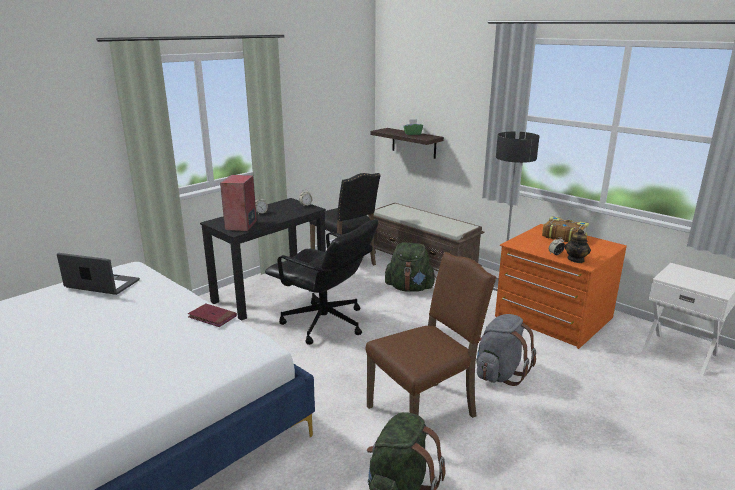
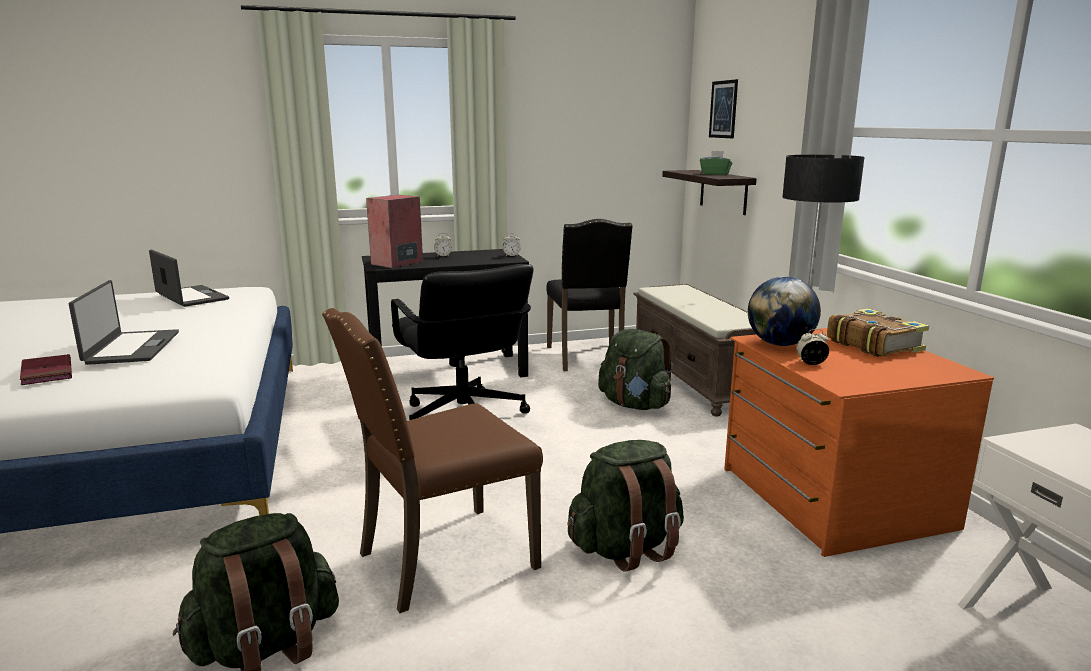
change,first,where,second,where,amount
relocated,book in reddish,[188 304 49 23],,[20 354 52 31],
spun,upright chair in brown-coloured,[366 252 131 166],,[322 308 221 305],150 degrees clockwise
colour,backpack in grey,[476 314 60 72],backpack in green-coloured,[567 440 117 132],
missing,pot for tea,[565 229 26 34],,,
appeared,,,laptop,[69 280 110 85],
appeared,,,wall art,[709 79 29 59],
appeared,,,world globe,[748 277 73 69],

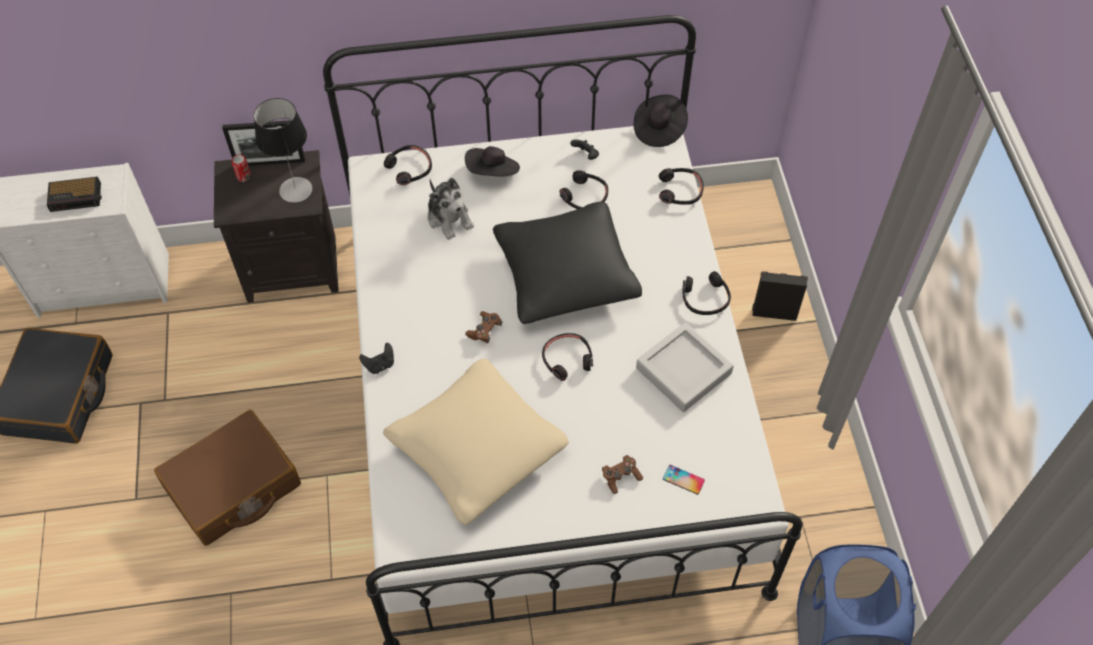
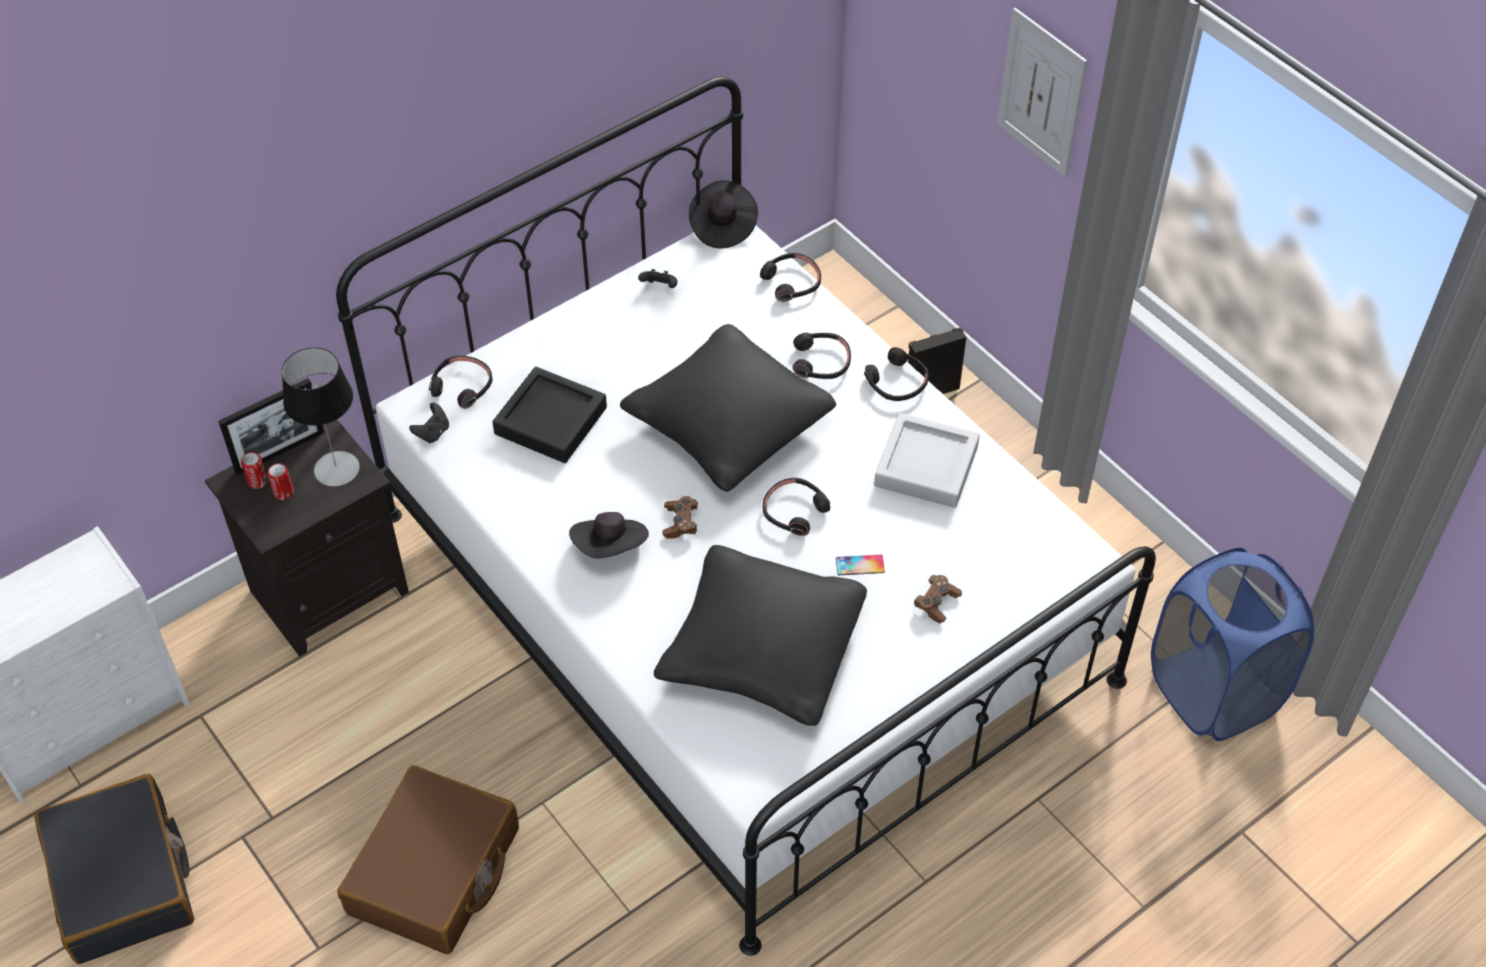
change,first,where,second,where,amount
missing,table clock,[47 177 55 35],,,
relocated,game controller in black-coloured,[359 343 35 31],,[409 403 40 40],
colour,pillow in beige,[383 359 186 166],pillow in black-coloured,[654 545 213 181],
exchanged,cuddly toy,[428 178 46 62],tray in black-coloured,[493 367 114 96],
relocated,wearable hat in black-coloured,[465 146 55 31],,[569 512 80 46],
relocated,pair of headphones in black-coloured,[560 171 48 38],,[793 333 58 46],
relocated,handset,[663 465 42 30],,[836 555 49 20],
appeared,,,metal can,[268 463 26 37],
appeared,,,wall art,[997 8 90 169],

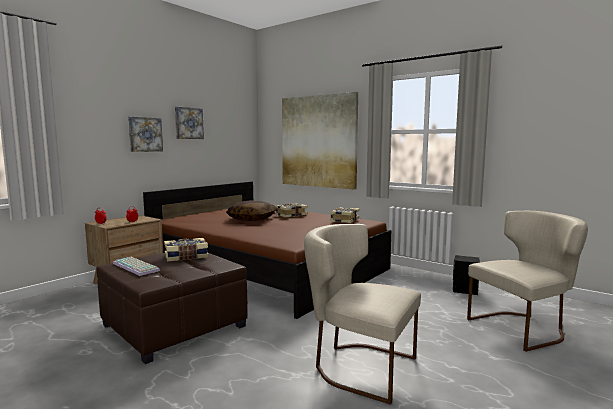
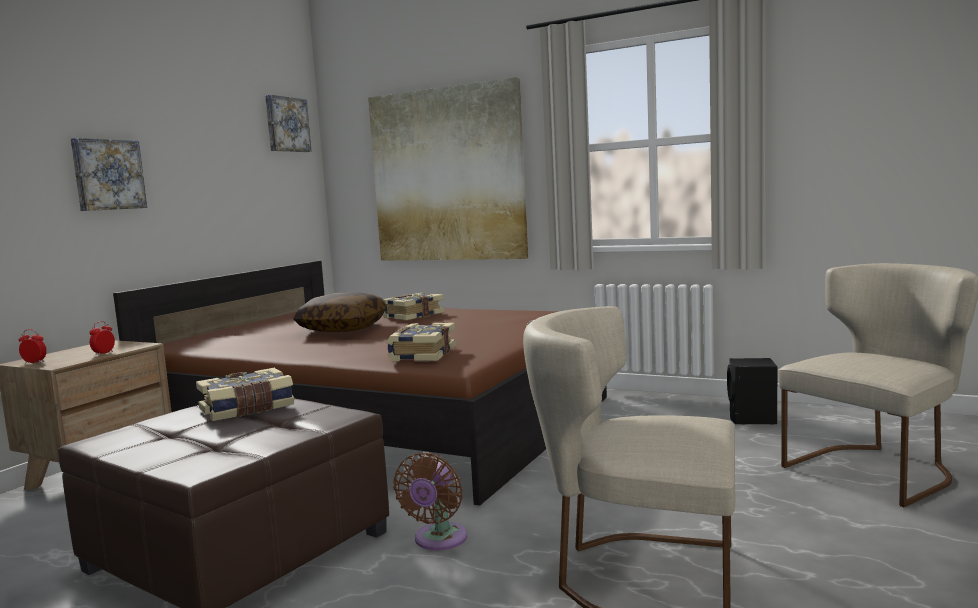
change,first,where,second,where,amount
missing,PC keyboard,[113 257 47 19],,,
relocated,wall art,[175 107 29 32],,[265 95 47 57],
relocated,book,[331 207 28 16],,[387 323 69 38],
appeared,,,fan in brown-coloured,[393 452 74 98],

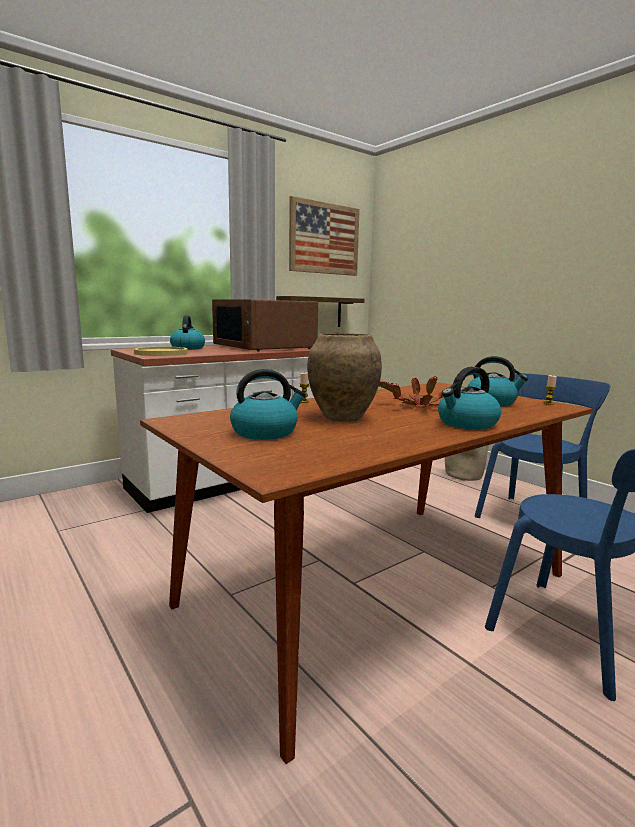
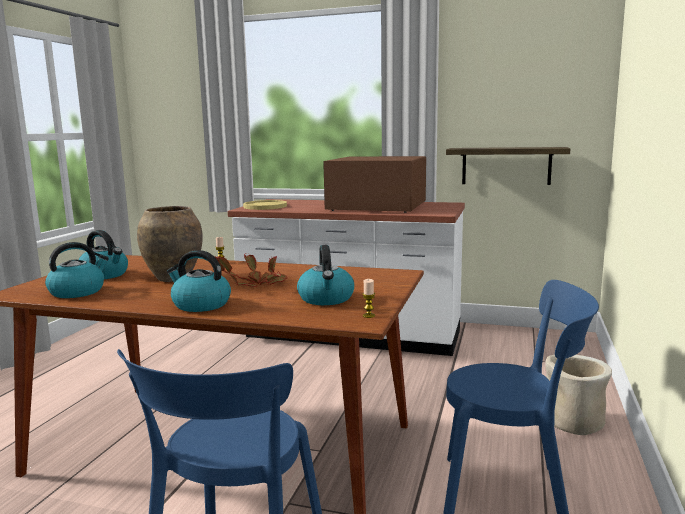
change,first,where,second,where,amount
relocated,kettle,[170 315 35 35],,[45 242 64 56],
spun,kitchen microwave in brown-coloured,[212 300 106 51],,[323 156 103 57],90 degrees clockwise
missing,wall art,[289 196 71 80],,,

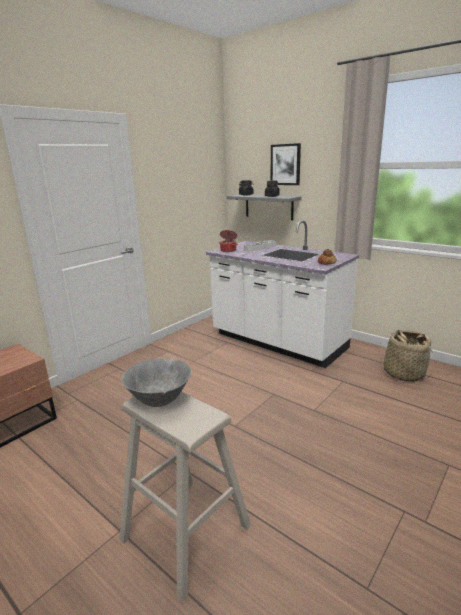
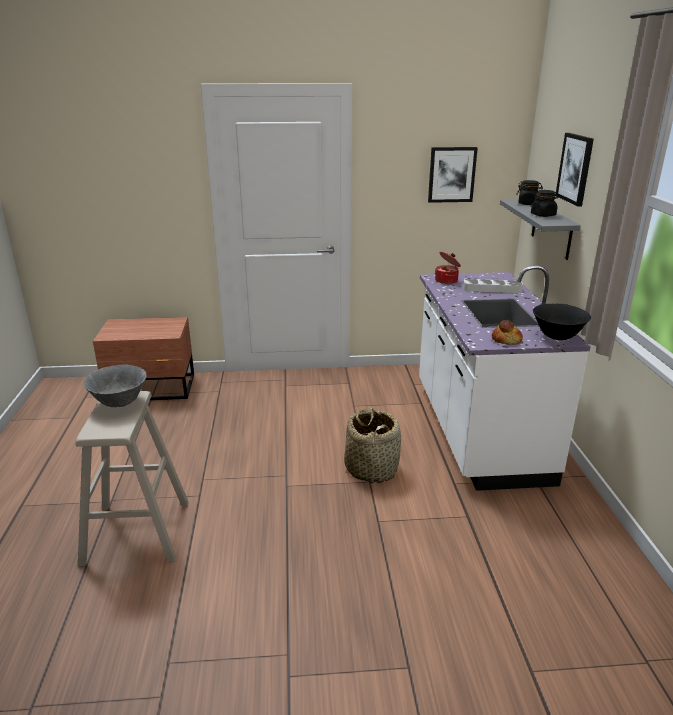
change,first,where,second,where,amount
relocated,basket,[379 330 53 52],,[344 408 57 76],
appeared,,,wall art,[428 147 50 56],
appeared,,,serving bowl in black-coloured,[533 304 58 36],

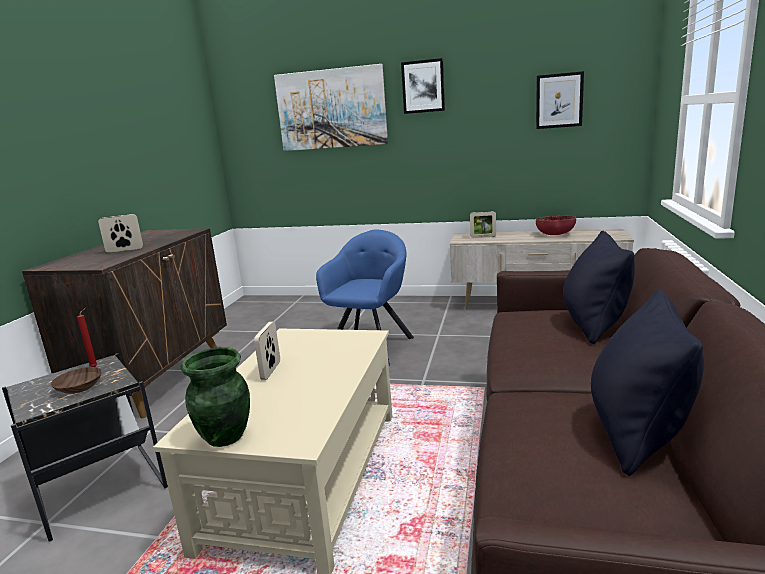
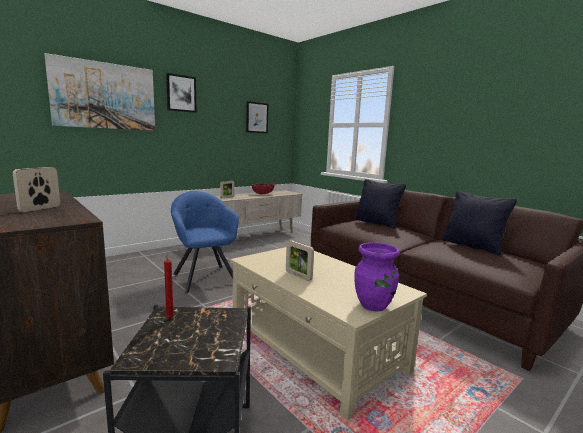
change,first,where,second,where,amount
missing,serving bowl in brown-coloured,[51 367 51 27],,,
colour,flower vase in green-coloured,[181 347 69 100],flower vase in purplish,[354 242 46 70],

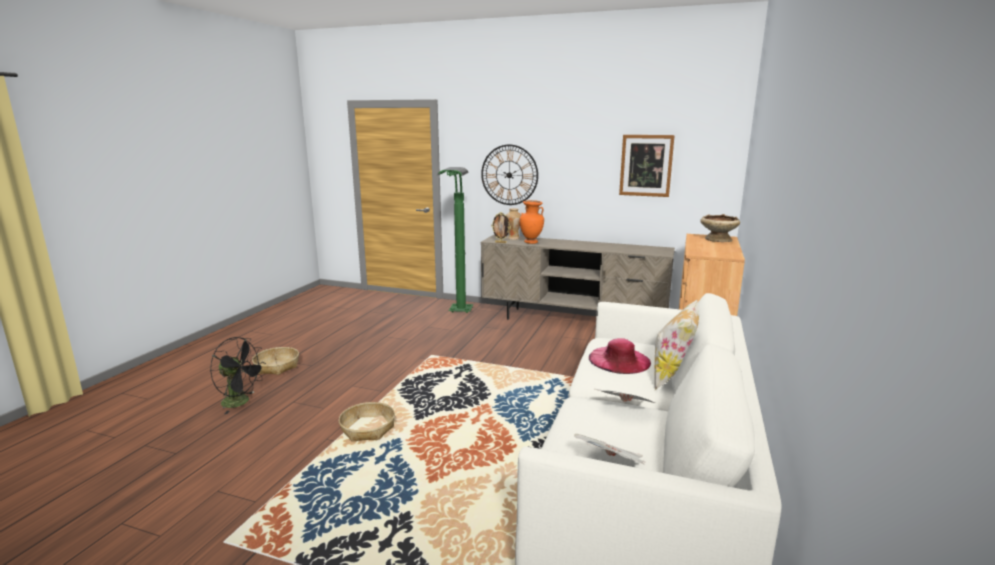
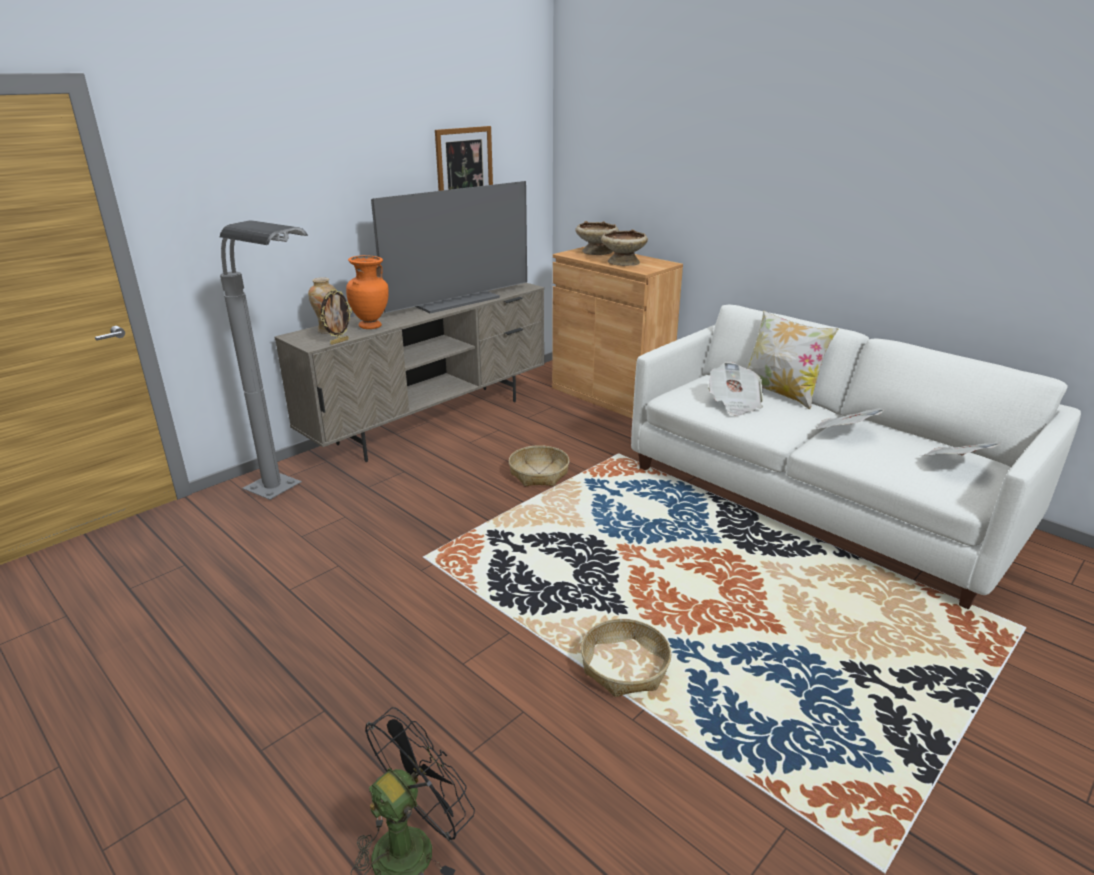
change,first,where,second,where,amount
relocated,basket,[252 347 47 28],,[509 445 61 41],
colour,floor lamp in green-coloured,[437 167 37 146],floor lamp in grey,[220 220 88 280],
missing,hanging clock,[481 144 57 61],,,
exchanged,wearable hat in pink,[589 338 62 36],printed paper,[708 362 55 54],
appeared,,,TV set,[371 181 156 132],
appeared,,,serving bowl in beige,[601 229 47 37],

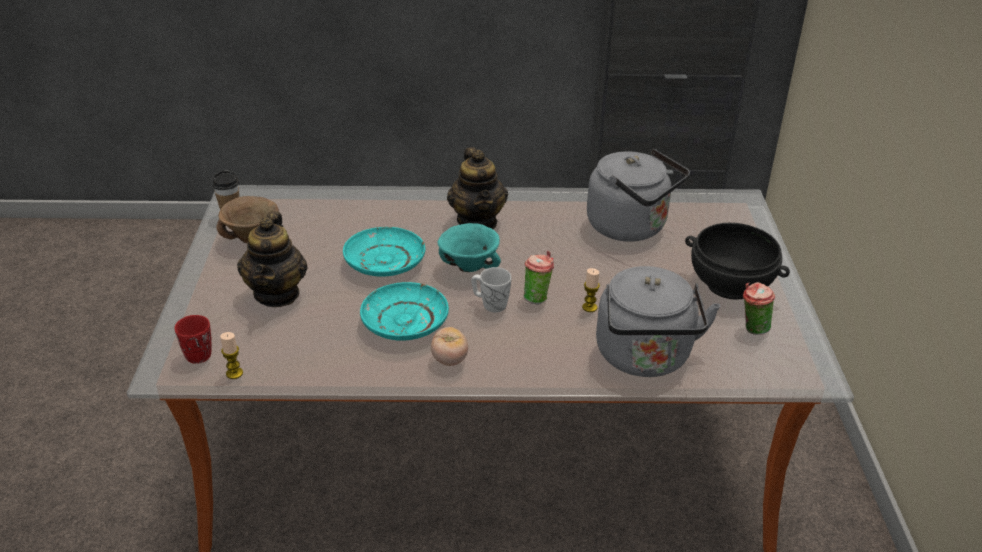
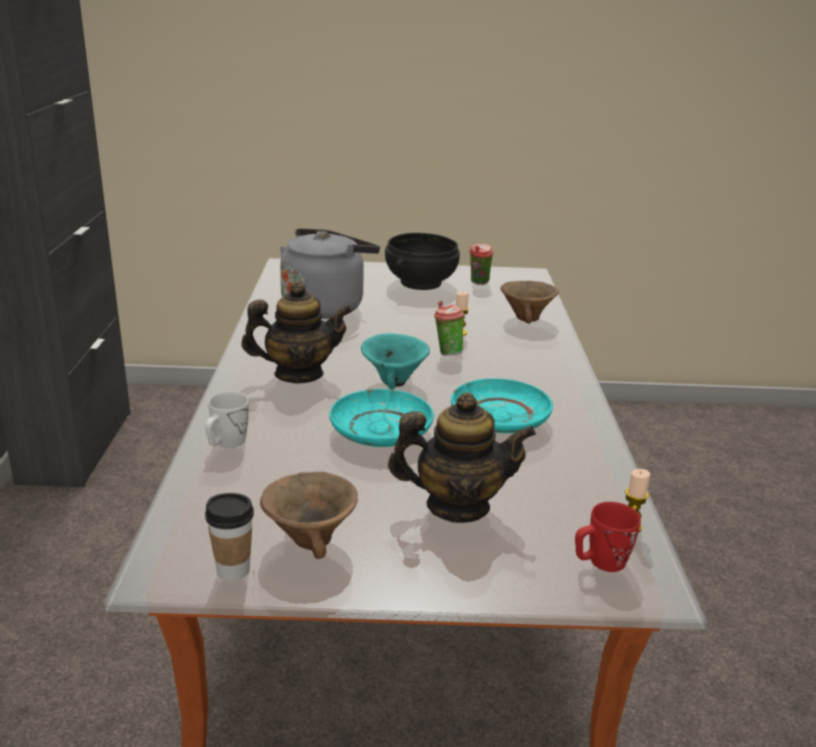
change,first,where,second,where,amount
missing,whole tomato,[431 327 37 39],,,
relocated,tea mug in white,[471 267 41 45],,[205 392 44 56],
exchanged,kettle in grey,[596 266 124 111],serving bowl in brown-coloured,[500 281 59 43],

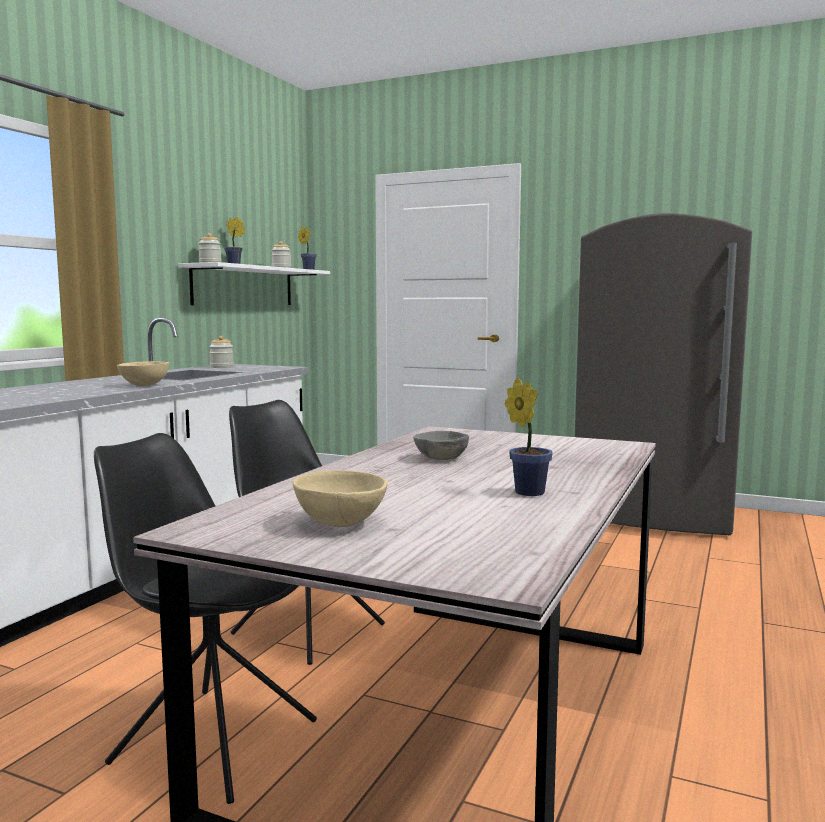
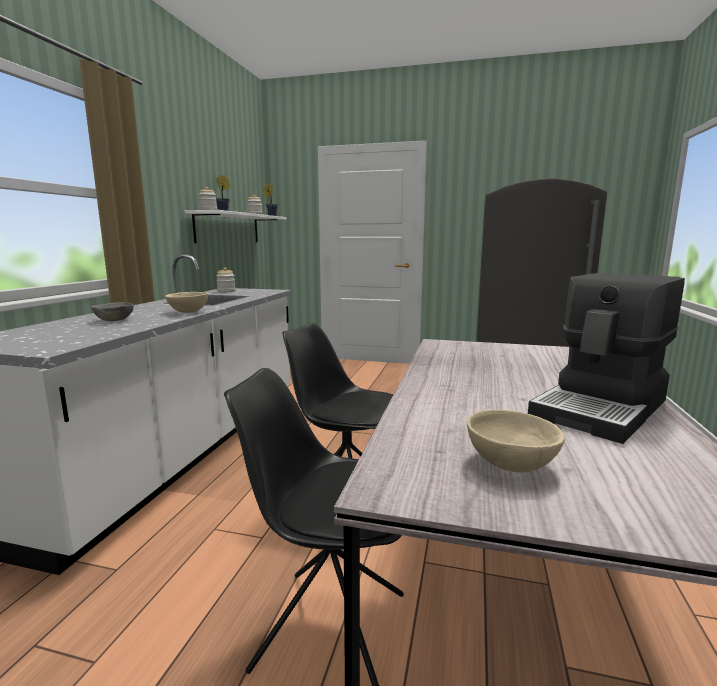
change,first,where,second,where,amount
relocated,serving bowl in grey,[413 431 56 29],,[91 302 43 19],
exchanged,potted plant,[505 378 48 118],coffee brewer,[528 273 157 171],

